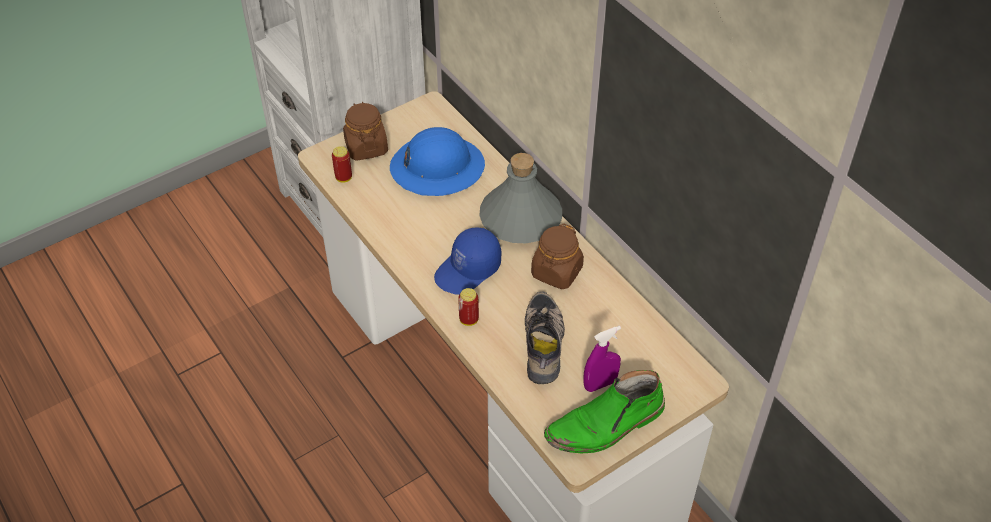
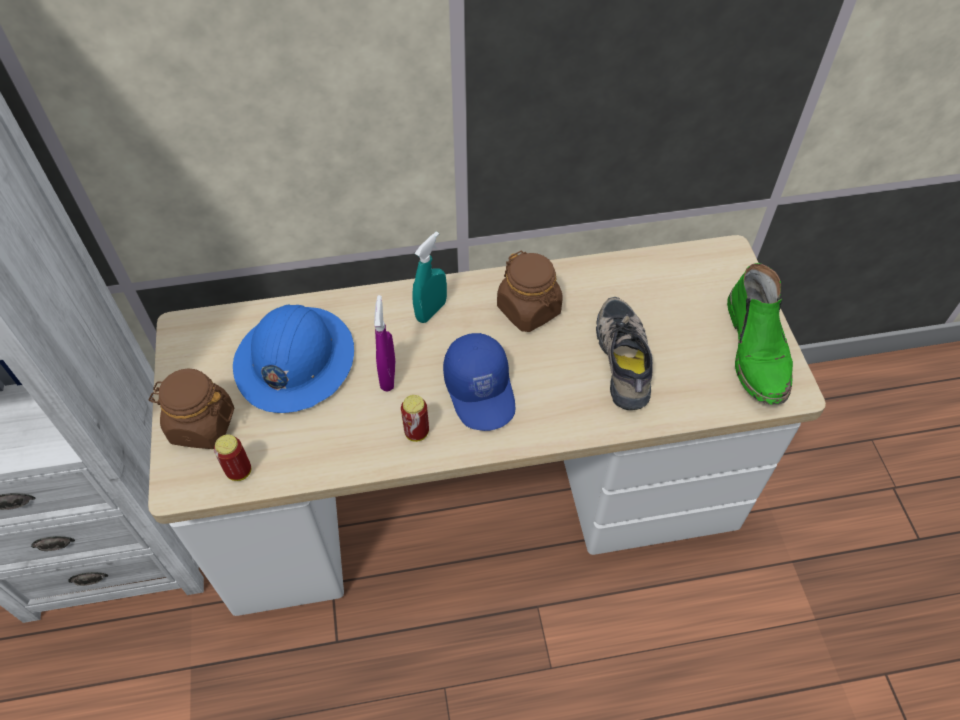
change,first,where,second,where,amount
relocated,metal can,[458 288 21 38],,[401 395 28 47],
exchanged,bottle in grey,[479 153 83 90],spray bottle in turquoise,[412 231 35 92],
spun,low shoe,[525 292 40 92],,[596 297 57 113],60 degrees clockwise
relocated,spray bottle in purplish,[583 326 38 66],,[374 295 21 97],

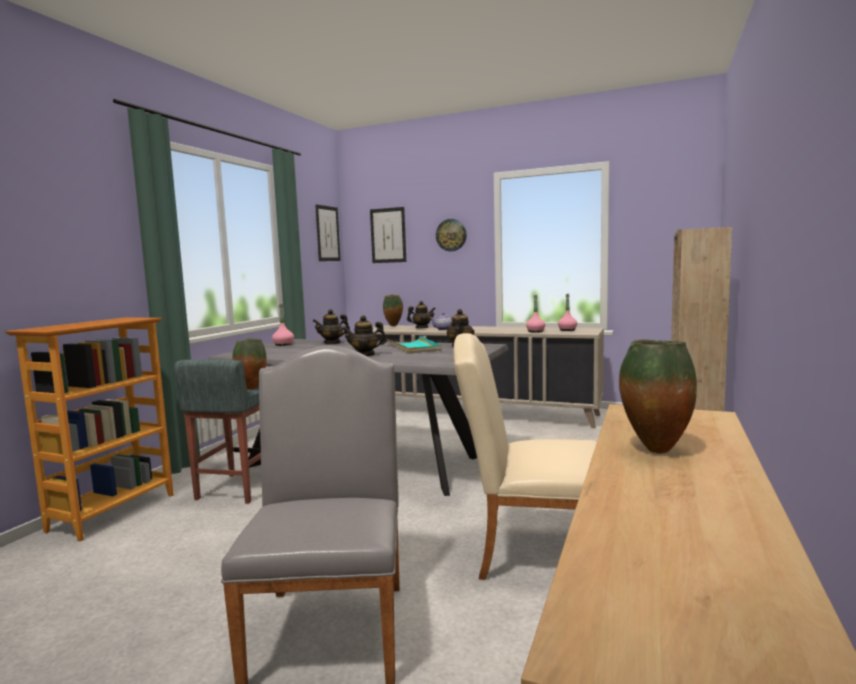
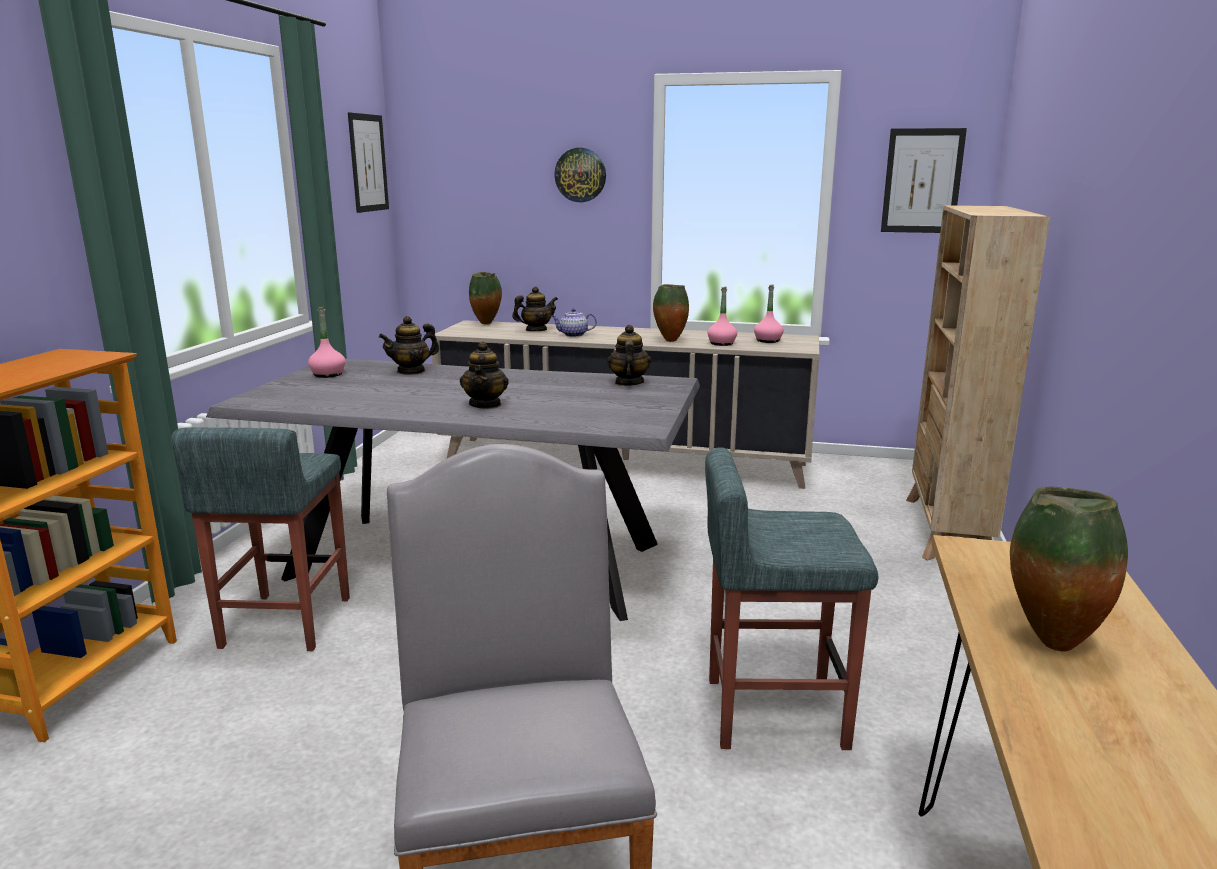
change,first,where,second,where,amount
relocated,flower vase,[233 338 34 52],,[653 284 36 58],
spun,pot for tea,[342 315 45 42],,[460 341 49 68],75 degrees counterclockwise
relocated,wall art,[370 207 36 56],,[881 128 86 105],
missing,tray in turquoise,[387 336 55 18],,,
exchanged,upright chair in beige,[454 333 143 247],stool in grey,[705 447 173 303],

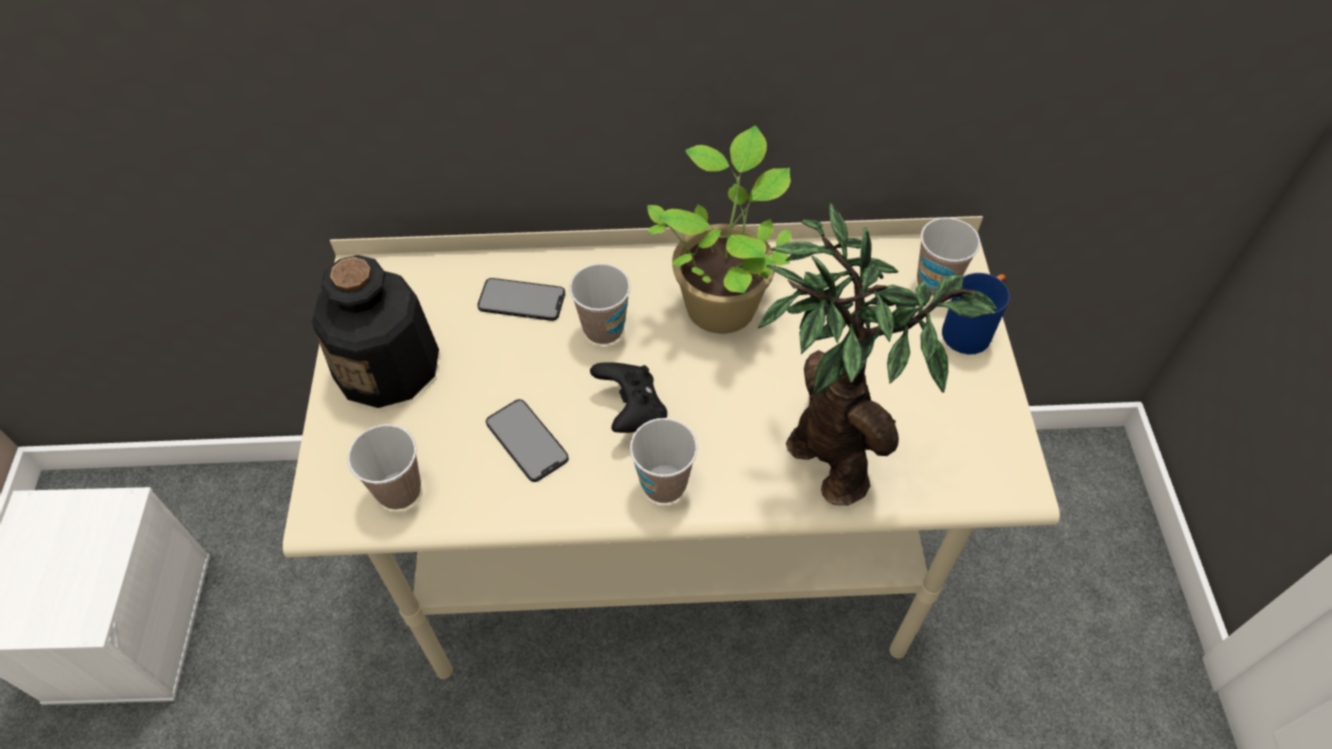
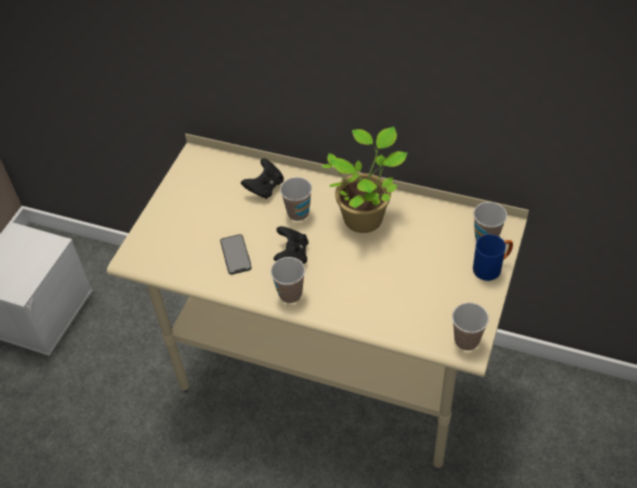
change,first,where,second,where,amount
missing,bottle,[312 255 127 153],,,
relocated,small cup,[347 424 74 86],,[452 303 37 48],
exchanged,handset,[477 278 88 43],game controller in black-coloured,[241 158 43 41],
missing,potted plant,[758 203 239 302],,,

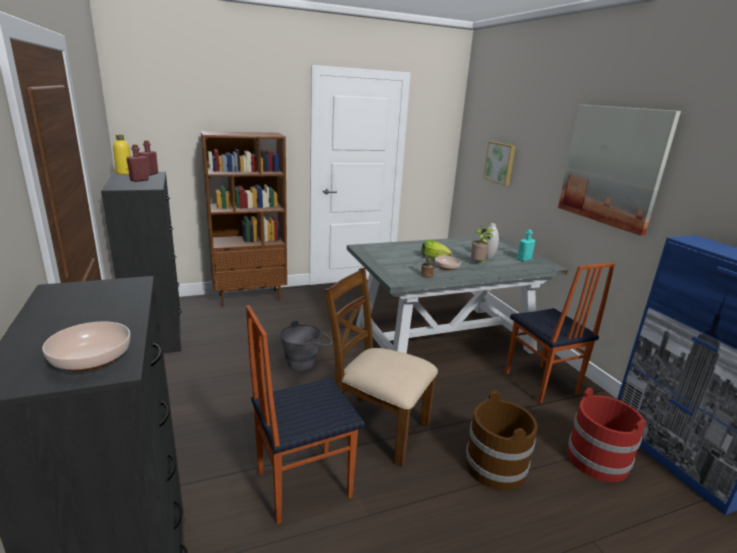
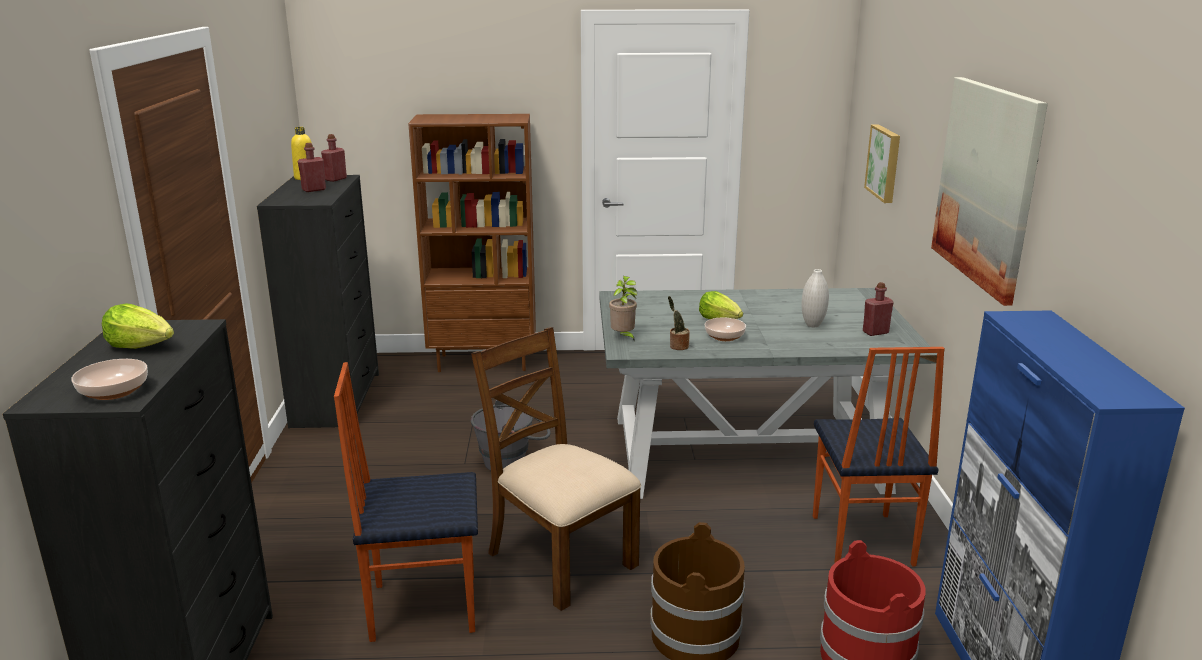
change,first,where,second,where,amount
relocated,potted plant,[471 226 24 40],,[609 276 28 66],
colour,bottle in turquoise,[517 229 18 33],bottle in reddish,[863 282 31 54],
appeared,,,lettuce head,[102 303 72 46],

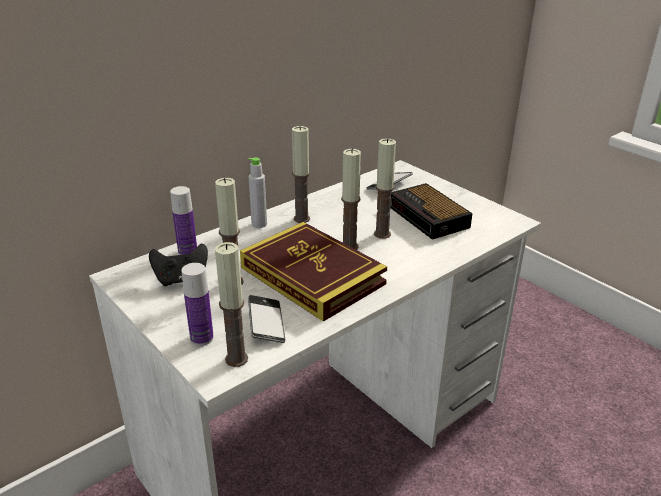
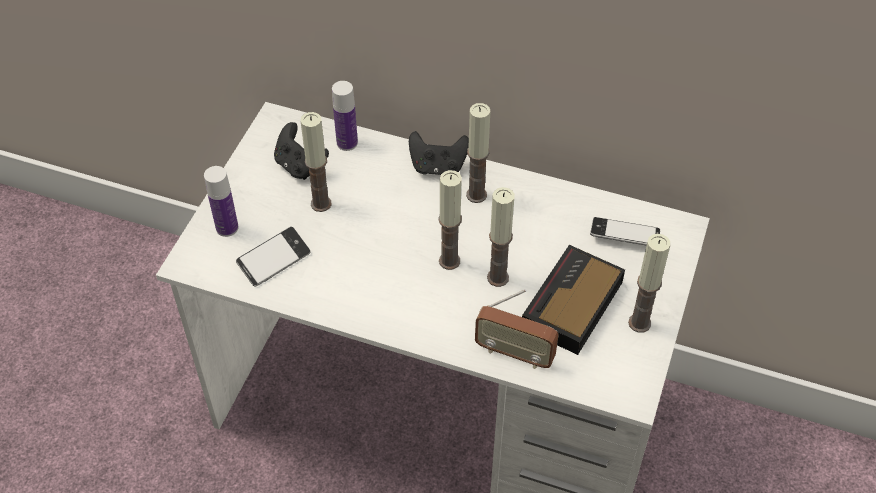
change,first,where,second,where,amount
relocated,wax light,[215 242 33 125],,[628 234 42 99],
missing,book,[240 222 147 100],,,
exchanged,bottle in grey,[249 157 18 71],game controller in black-coloured,[409 131 60 44],
appeared,,,radio receiver,[475 289 84 80],

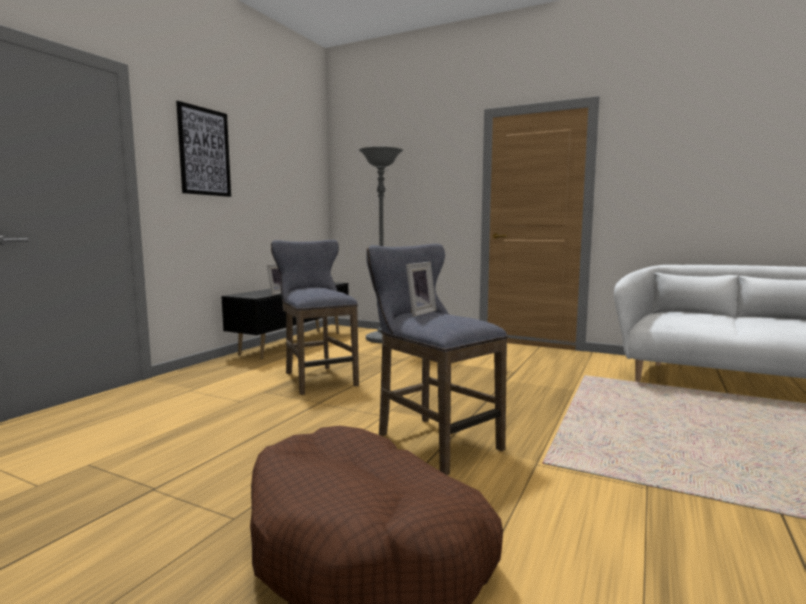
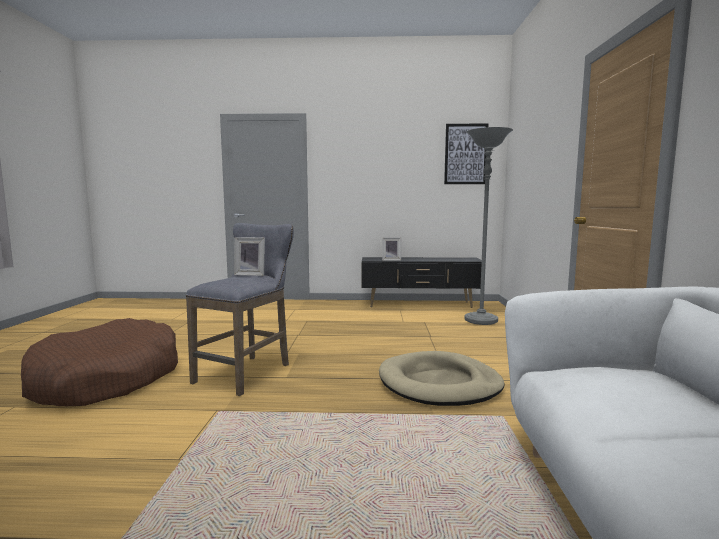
change,first,where,second,where,amount
relocated,wall art,[176 101 55 96],,[444 123 44 61],
missing,stool in grey,[271 240 88 155],,,
appeared,,,pet bed in beige,[379 351 125 55],

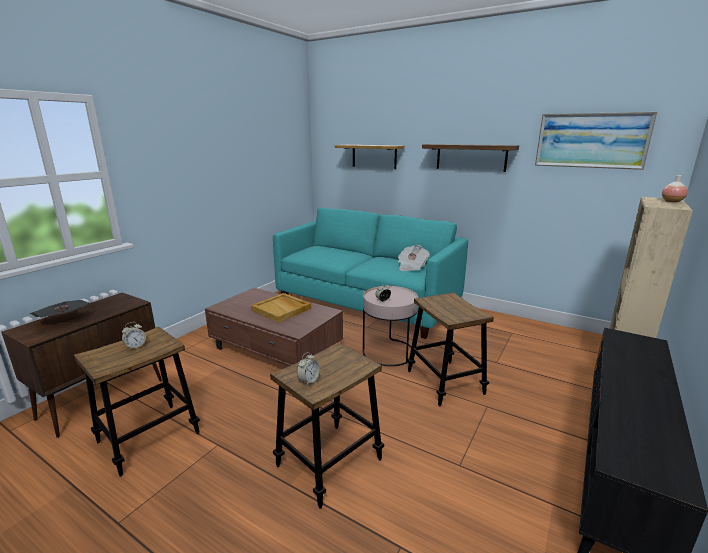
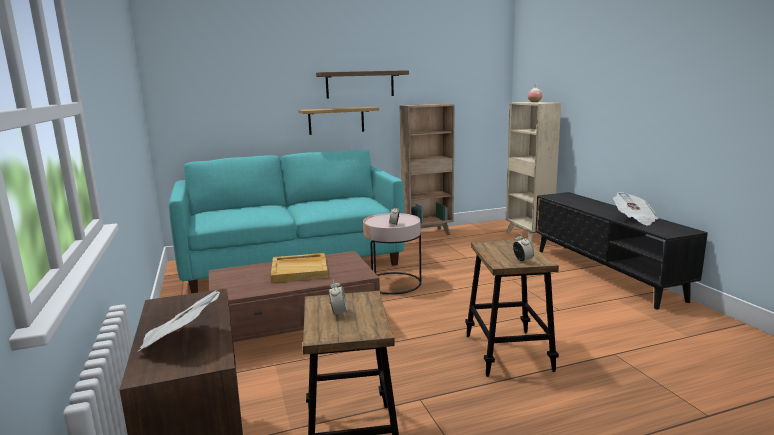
change,first,where,second,where,amount
relocated,shelf,[335 145 70 24],,[298 107 81 28],
relocated,printed paper,[398 245 32 26],,[613 192 46 34],
missing,stool,[407 292 87 115],,,
missing,wall art,[535 112 122 58],,,
appeared,,,shelving unit in brown-coloured,[399 103 56 132],

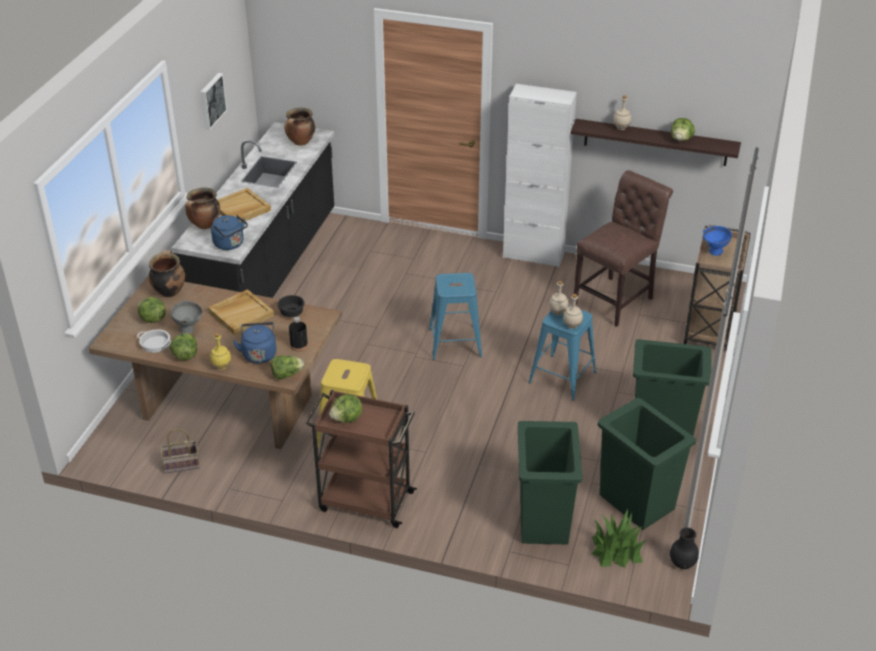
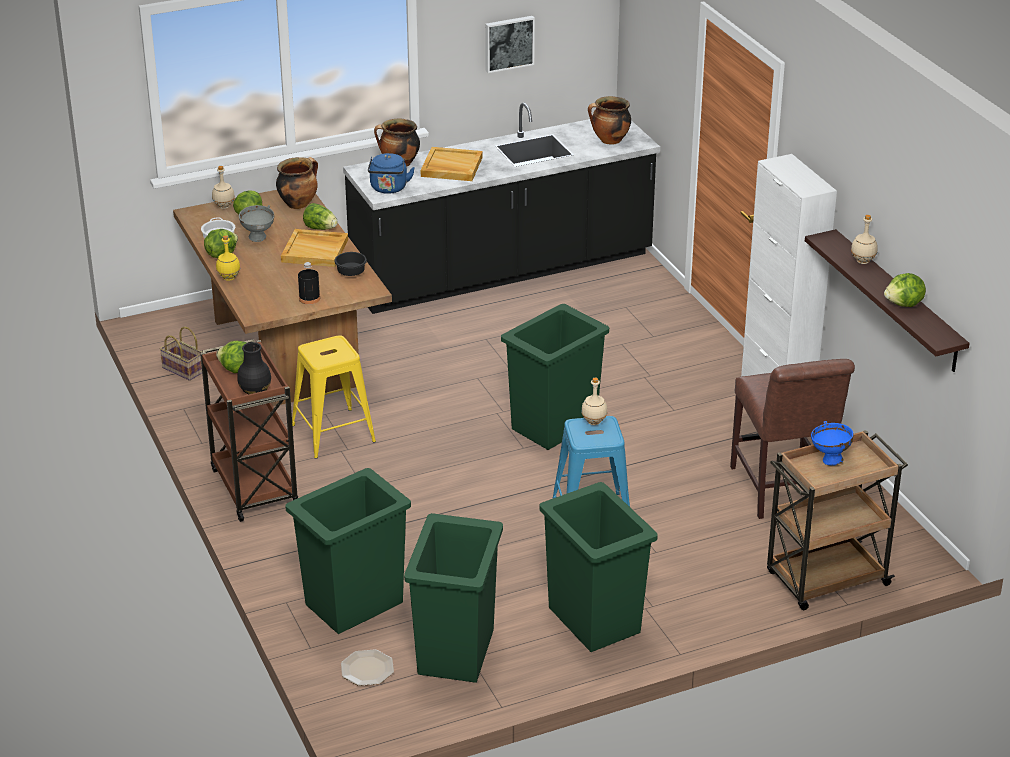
change,first,where,second,where,amount
missing,kettle in blue,[233 322 43 42],,,
relocated,lettuce head,[271 356 33 23],,[303 203 35 27],
exchanged,stool in blue,[429 273 53 87],rubbish bin in green-coloured,[501 304 108 146],
relocated,bottle in beige,[563 294 20 35],,[212 166 23 43],
spun,upright chair in brown-coloured,[574 170 99 157],,[730 359 125 160],75 degrees clockwise
exchanged,potted plant,[592 509 55 59],dinner plate,[341 649 53 37],
relocated,flower vase in black-coloured,[670 527 29 42],,[237 342 34 52],

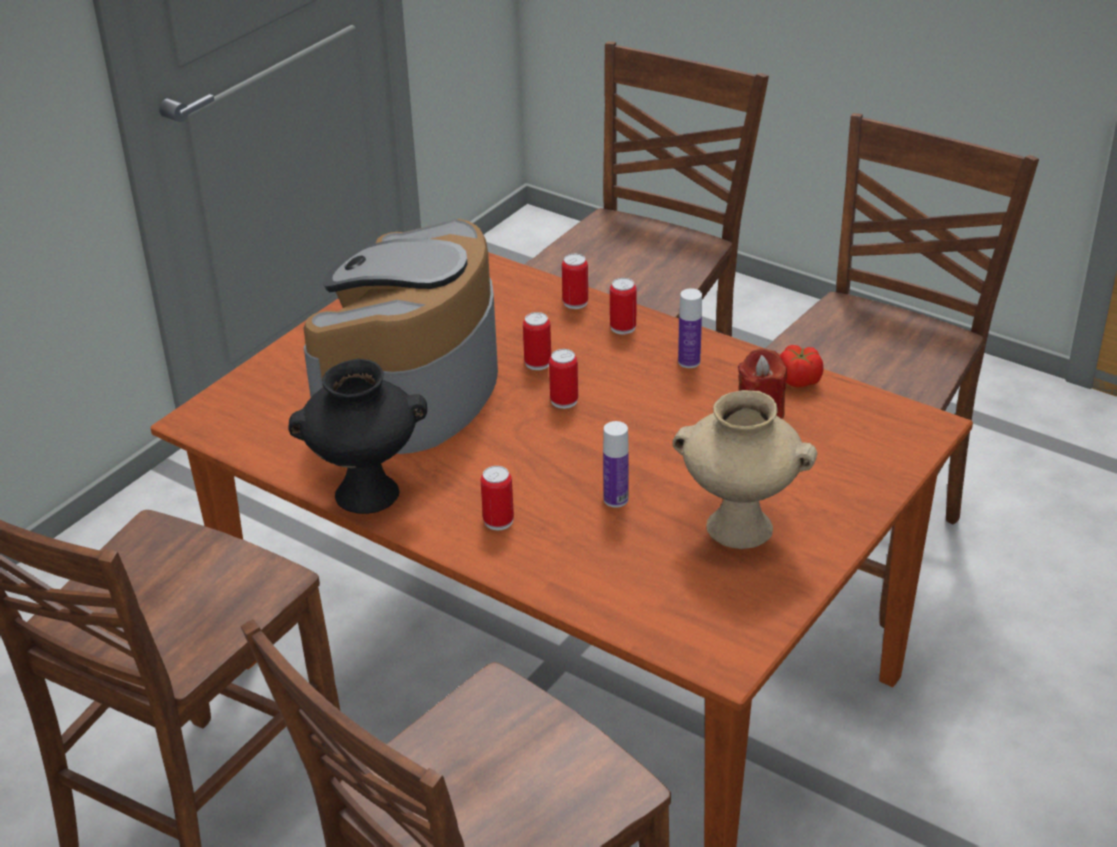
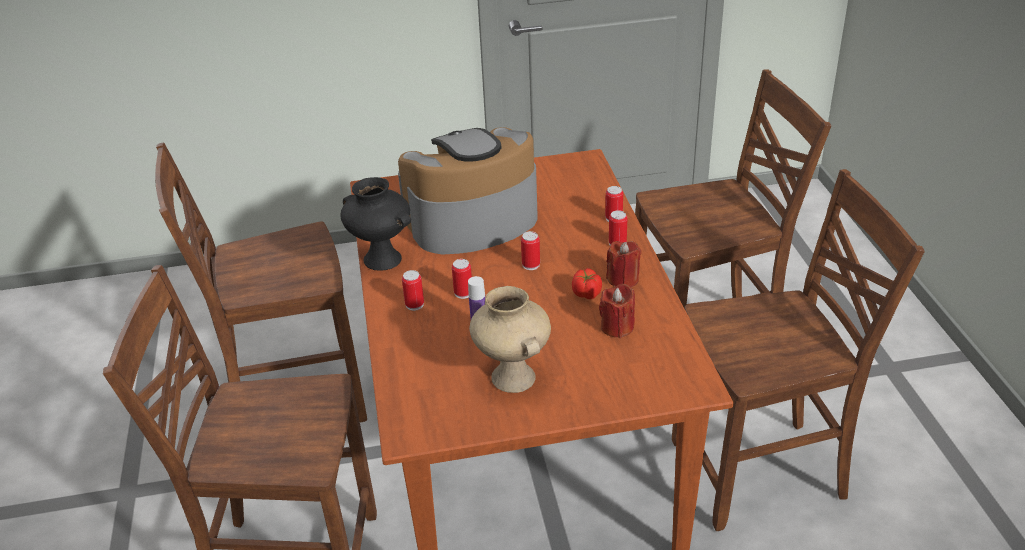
change,first,where,second,where,amount
relocated,metal can,[523 312 28 58],,[452 259 20 40],
exchanged,bottle,[678 288 24 80],wax light in reddish,[606 241 35 46],
relocated,whole tomato,[780 345 43 43],,[572 268 30 31],

